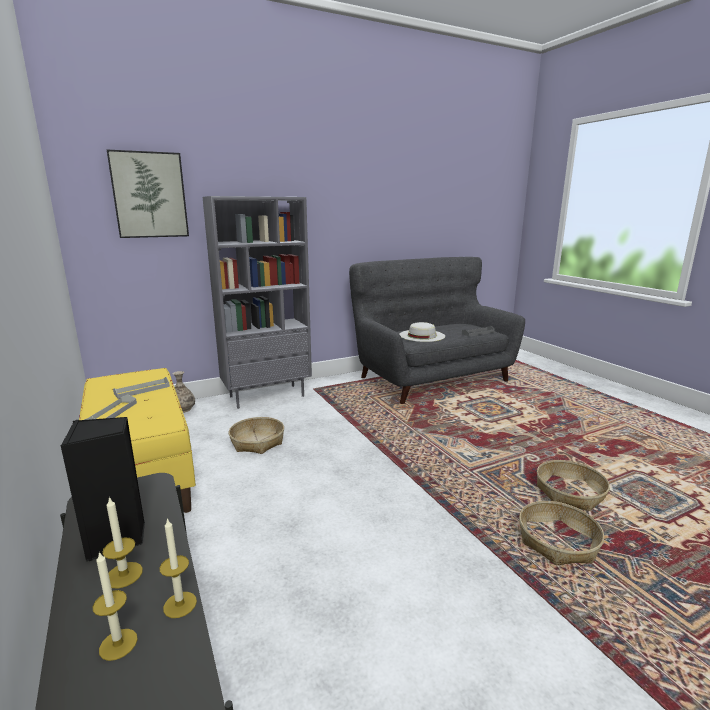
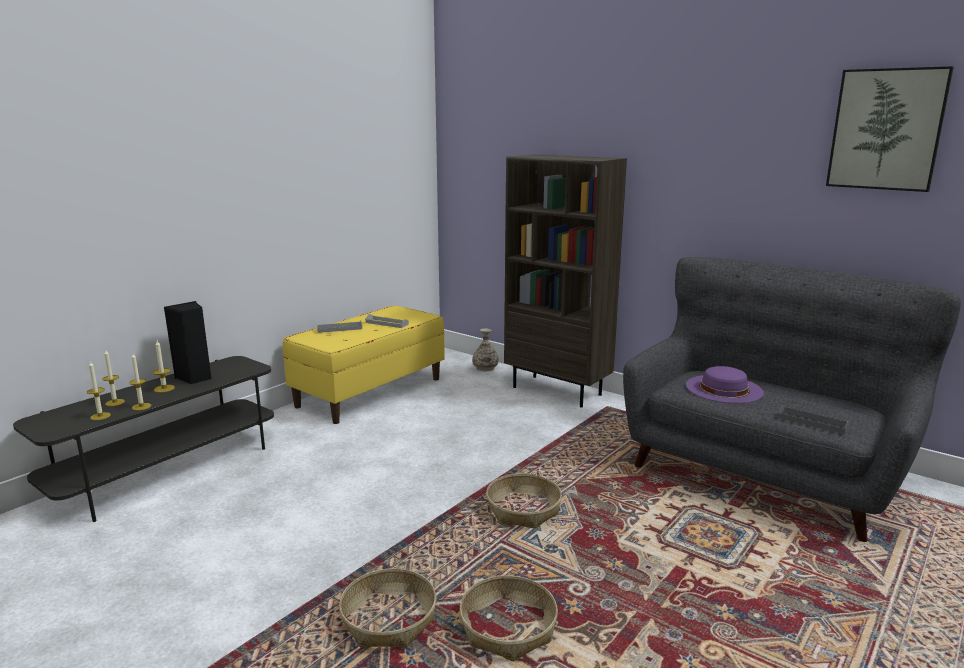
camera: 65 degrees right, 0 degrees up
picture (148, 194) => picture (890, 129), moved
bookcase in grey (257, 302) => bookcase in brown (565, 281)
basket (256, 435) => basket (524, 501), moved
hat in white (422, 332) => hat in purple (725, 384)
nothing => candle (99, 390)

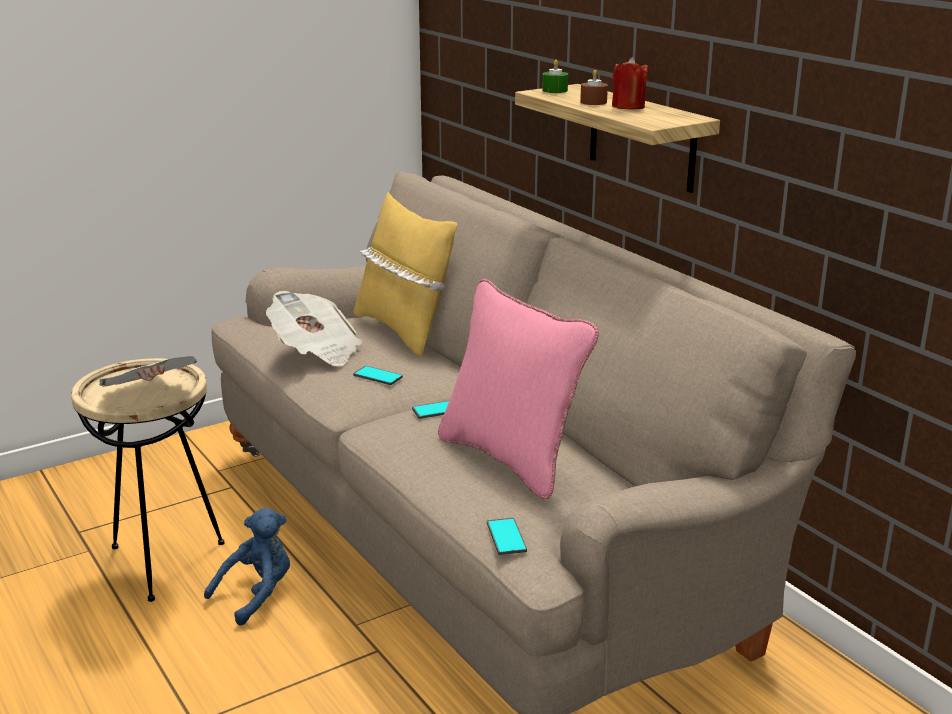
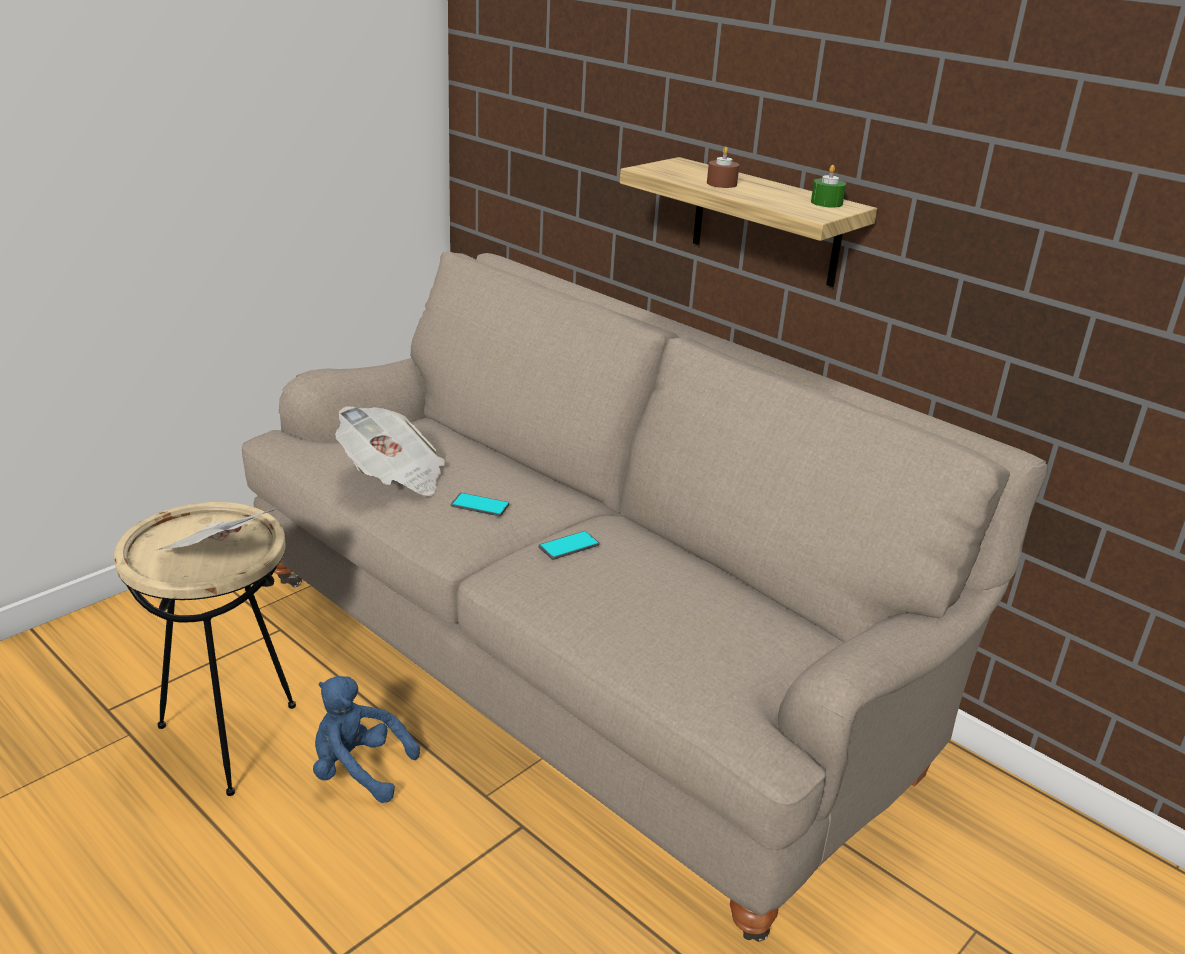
camera: 15 degrees left, 5 degrees up
plush toy in blue (247, 567) => plush toy in blue (366, 739), 105 degrees counterclockwise
pillow in yellow (405, 275) => nothing
pillow in pink (518, 389) => nothing
phone (507, 536) => nothing
candle in green (555, 76) => candle in green (828, 186), moved
candle in red (630, 83) => nothing

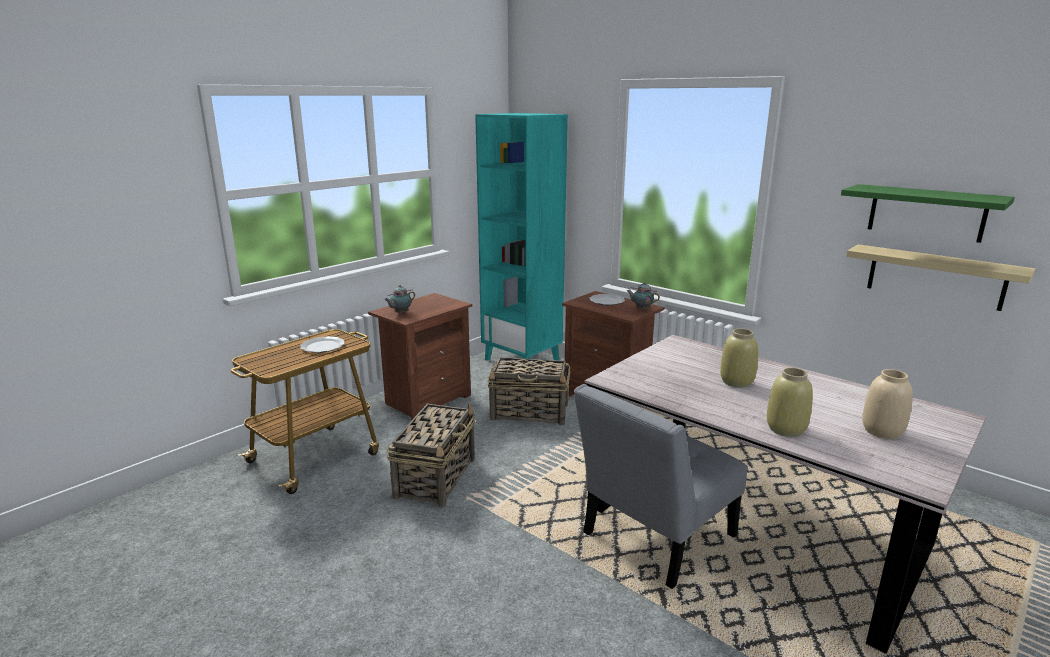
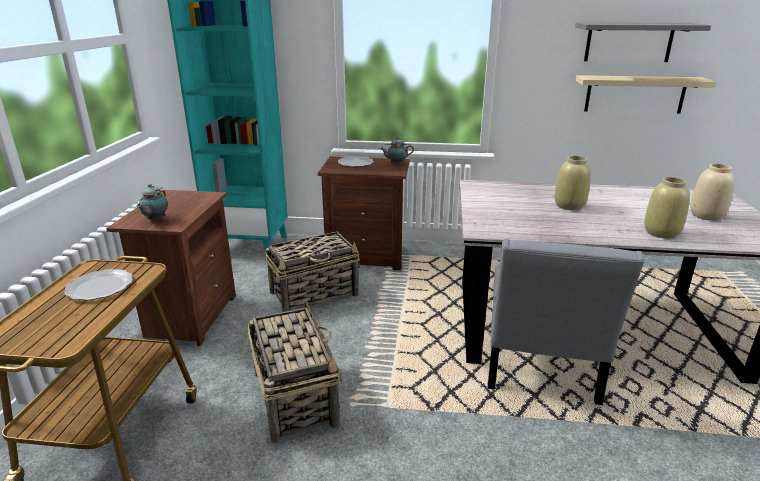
camera: 35 degrees left, 5 degrees up
shelf in green (928, 213) => shelf in grey (643, 42)

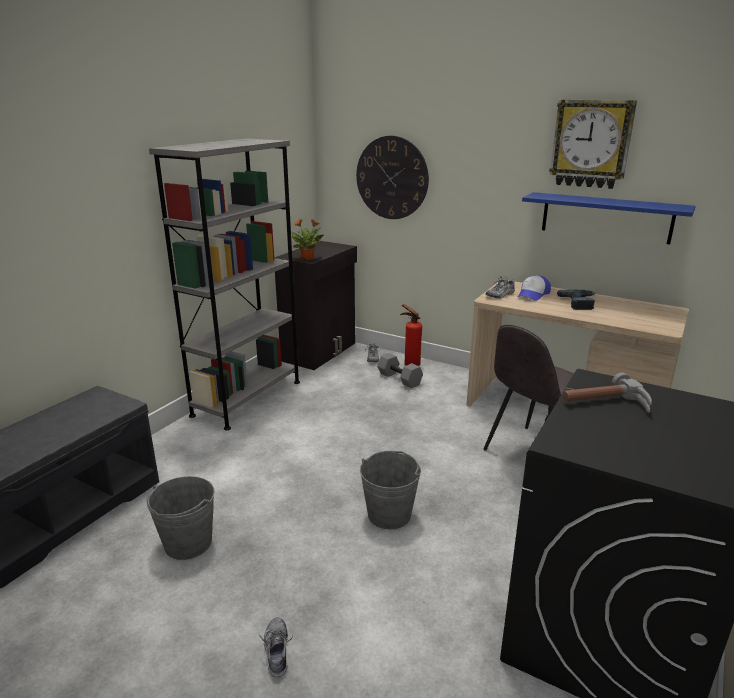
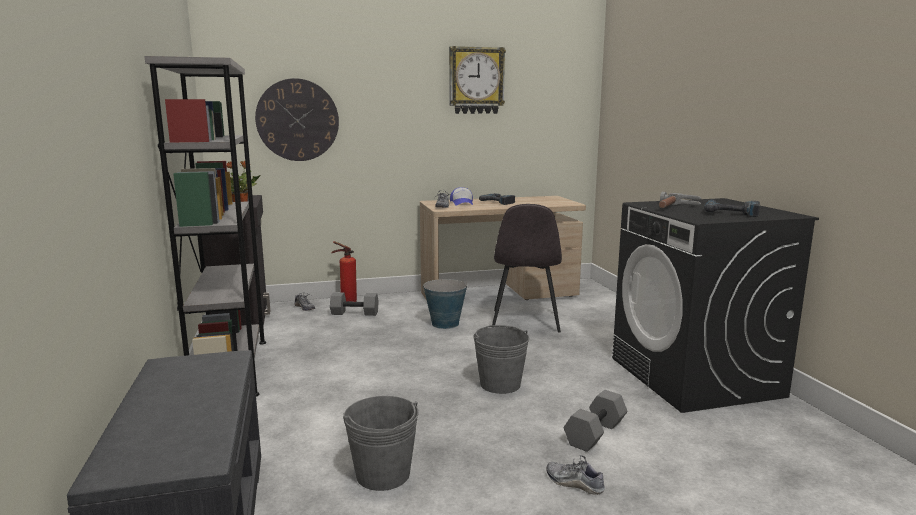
camera: 45 degrees left, 10 degrees down
shelf in blue (609, 218) => nothing
nothing => bucket (444, 304)
nothing => dumbbell in grey (595, 421)
nothing => power drill (732, 208)

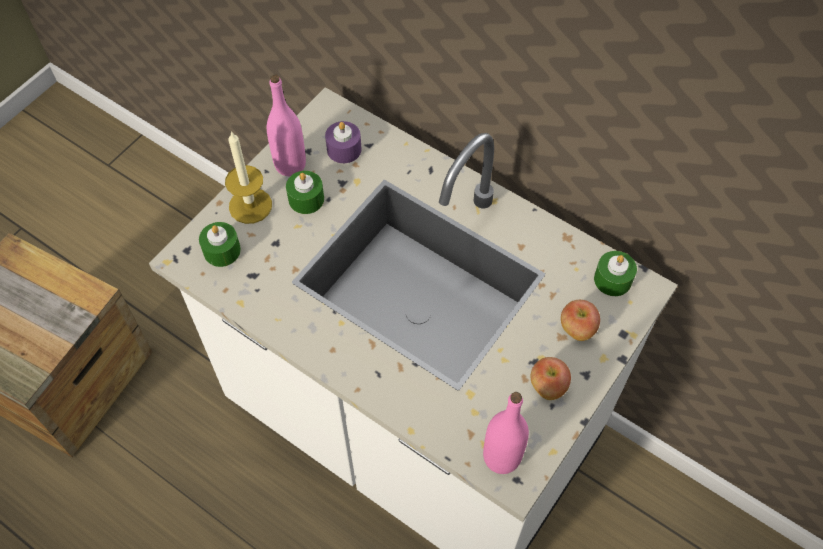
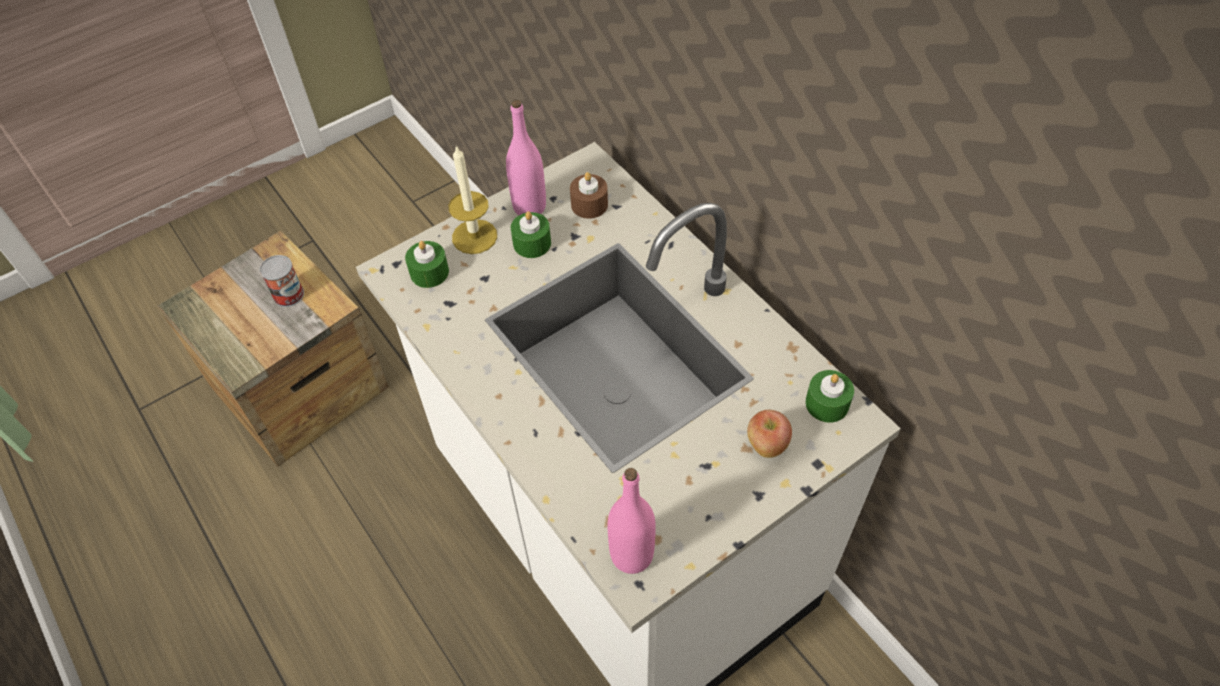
camera: 20 degrees right, 5 degrees down
candle in purple (343, 142) => candle in brown (589, 195)
apple (551, 378) => nothing
nothing => can (281, 281)

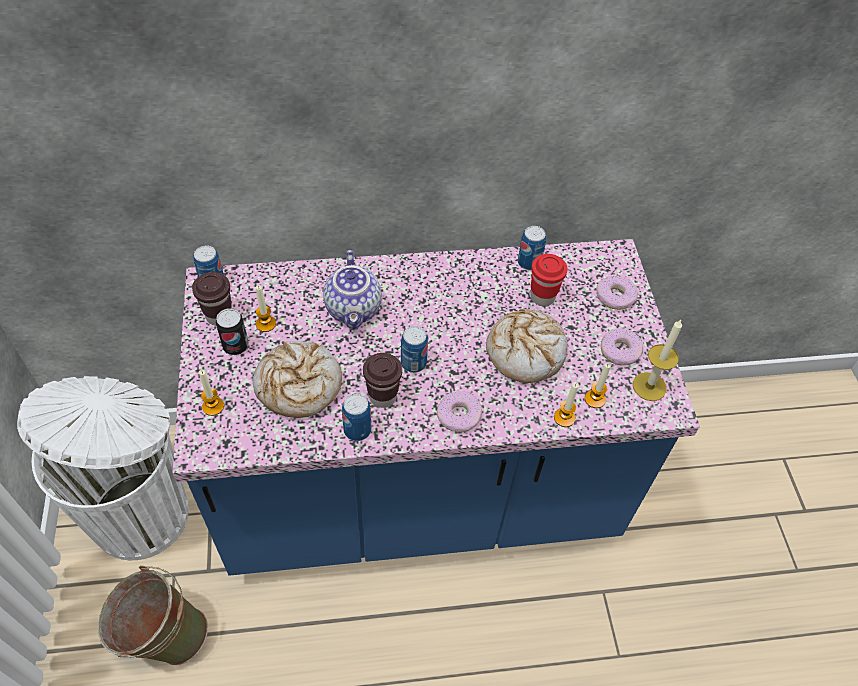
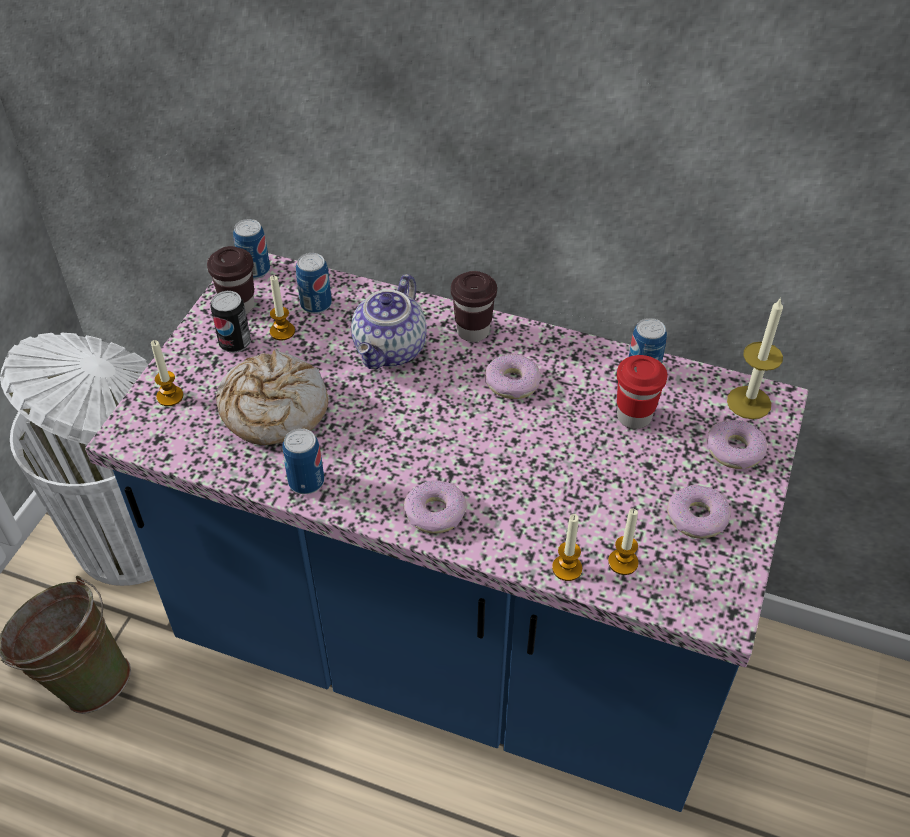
camera: 30 degrees right, 5 degrees down
cup in brown (382, 380) => cup in brown (474, 306), moved
can (414, 349) => can (314, 283), moved
bread (527, 346) => nothing
candle (657, 360) => candle (755, 358), moved
nothing => donut (513, 376)

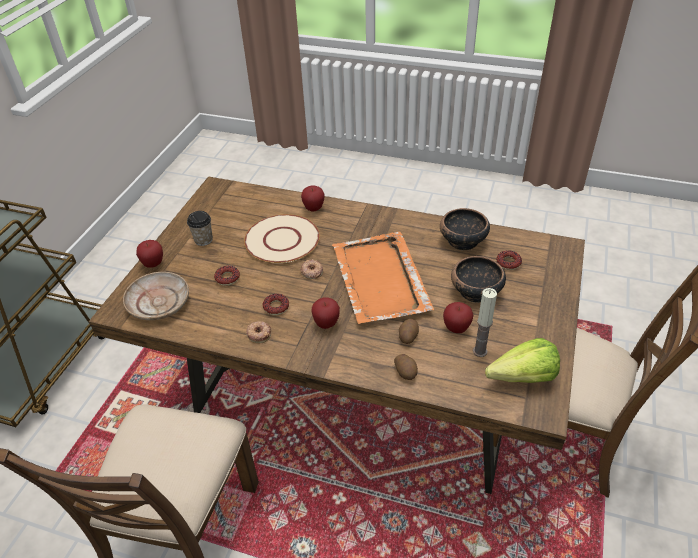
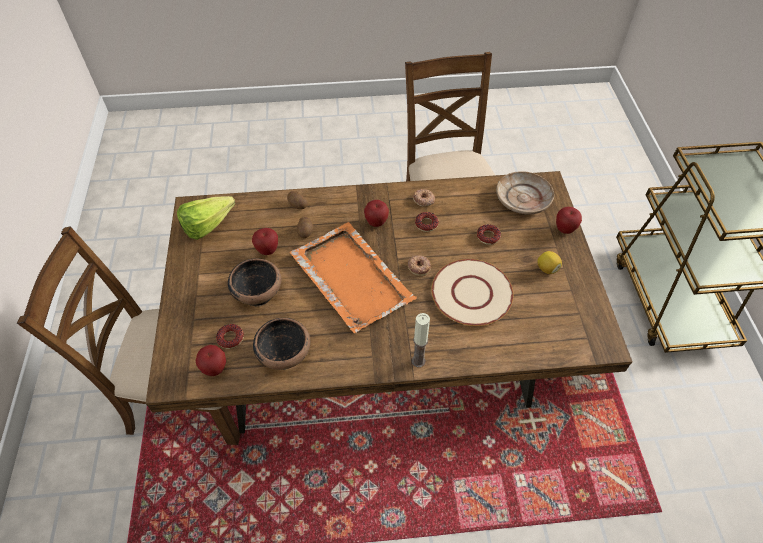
camera: 155 degrees right, 10 degrees up
cup (200, 228) => lemon (549, 262)
apple (313, 198) => apple (211, 360), moved
candle (485, 322) => candle (421, 340), moved

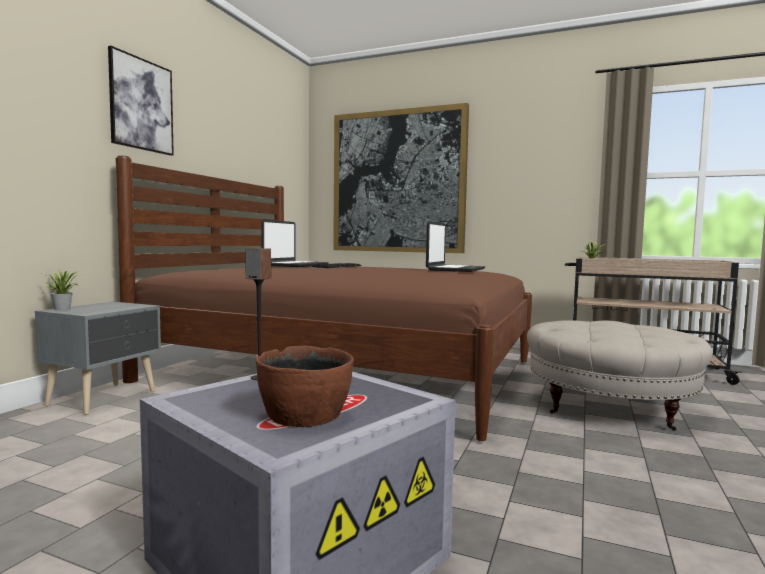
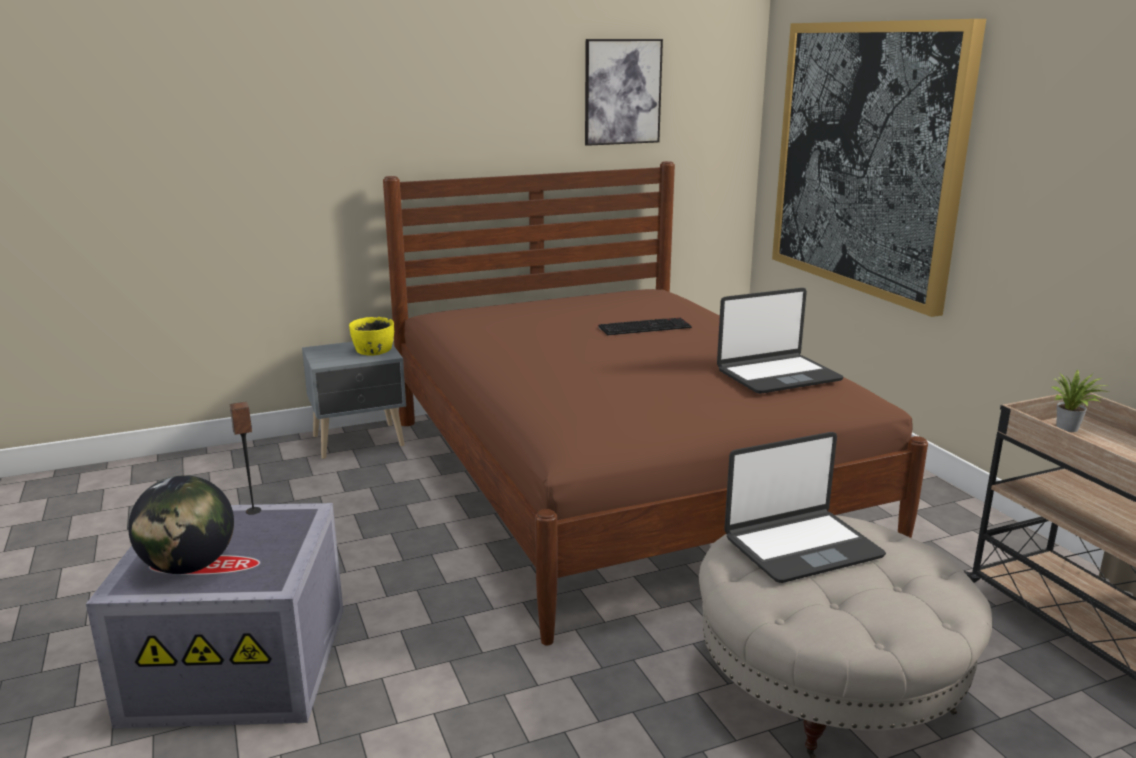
camera: 45 degrees right, 15 degrees up
potted plant (60, 289) => nothing
picture (141, 101) => picture (624, 92), moved
bowl in brown (305, 386) => globe (181, 525)
laptop (295, 243) => laptop (805, 507), moved
nothing => bowl in yellow (371, 336)

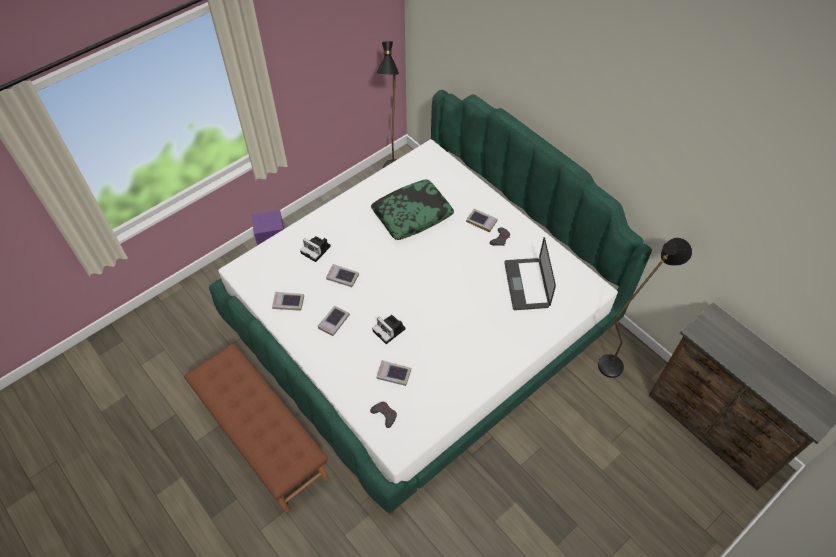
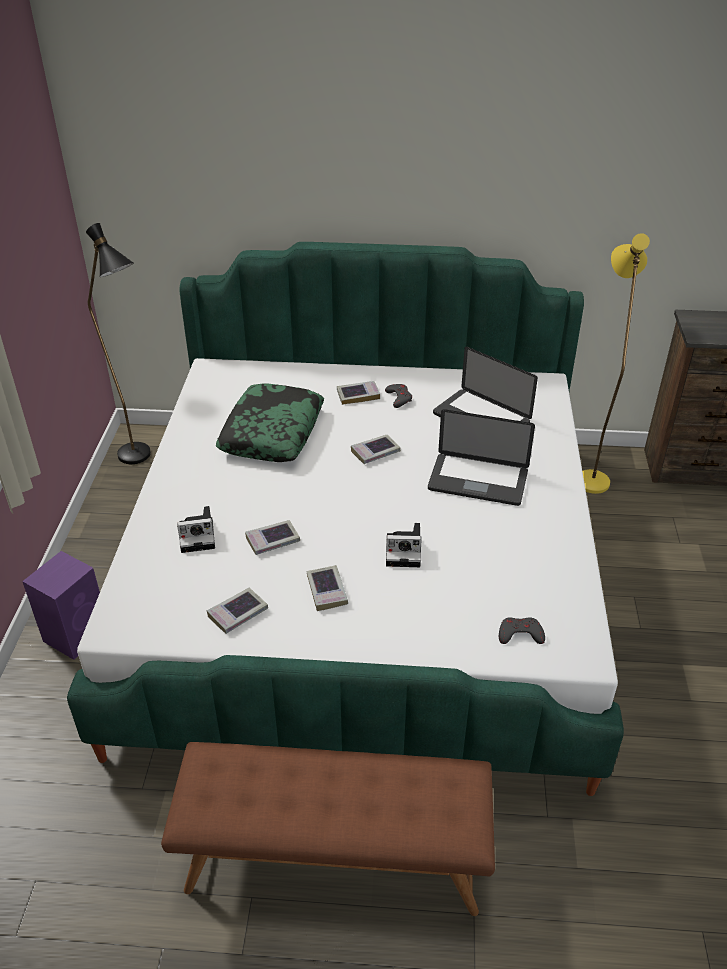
camera: 45 degrees left, 15 degrees down
book (393, 373) => book (376, 449), moved
floor lamp in black (645, 308) => floor lamp in yellow (616, 363)
nothing => laptop (481, 457)

